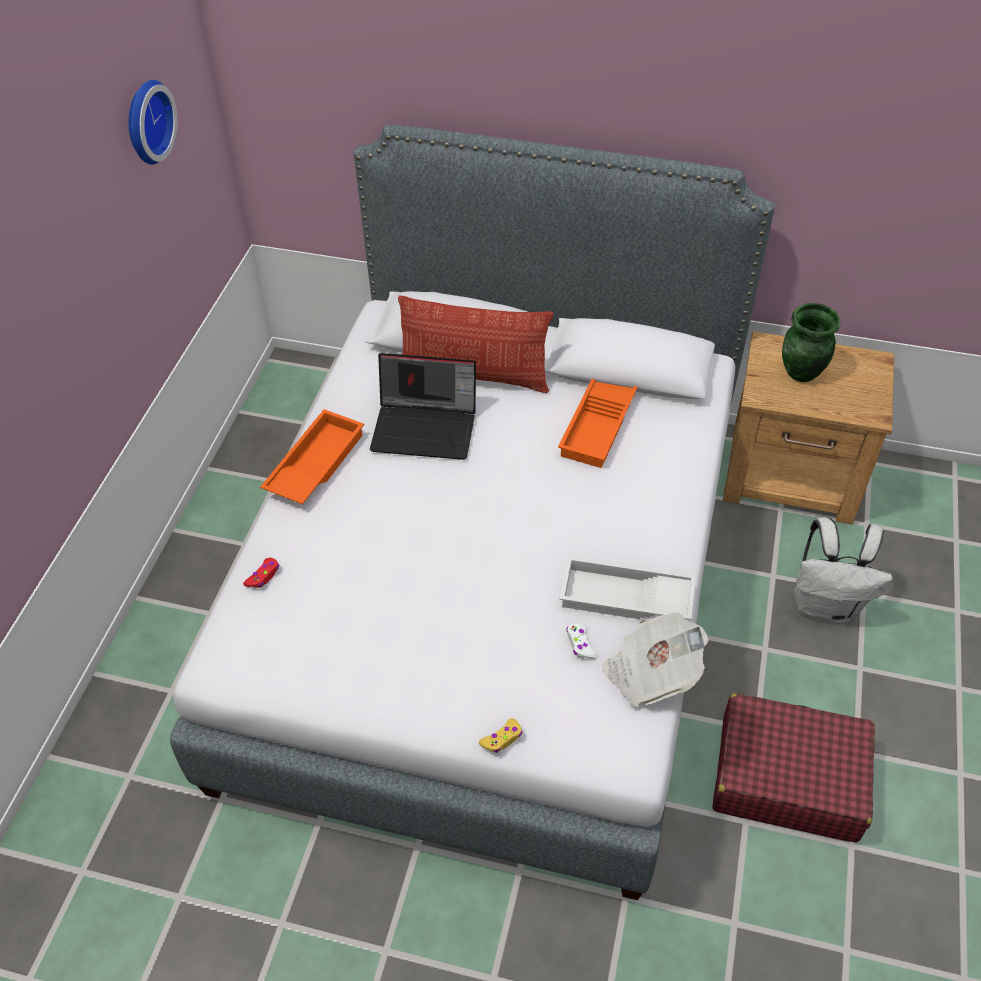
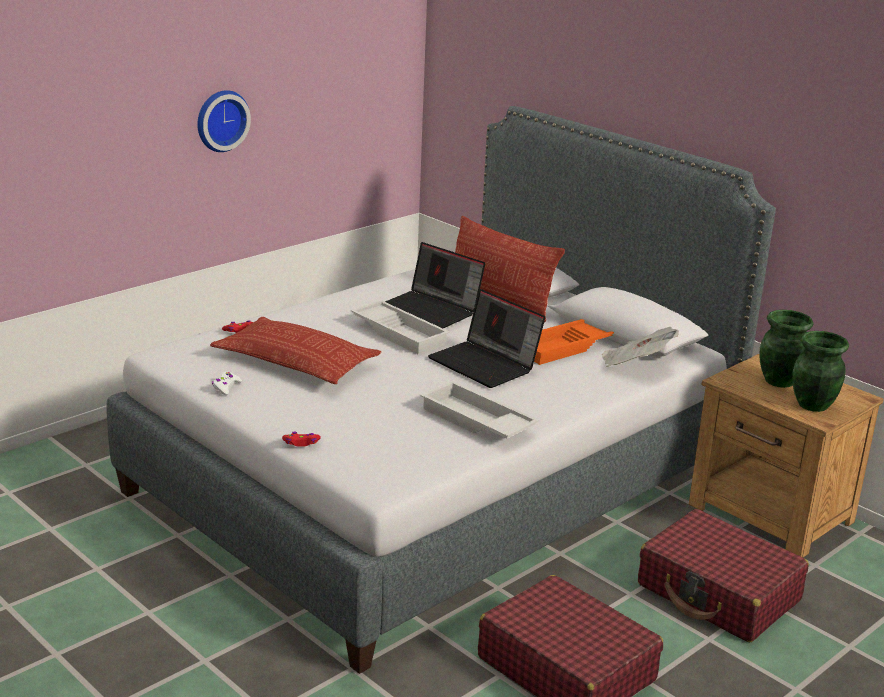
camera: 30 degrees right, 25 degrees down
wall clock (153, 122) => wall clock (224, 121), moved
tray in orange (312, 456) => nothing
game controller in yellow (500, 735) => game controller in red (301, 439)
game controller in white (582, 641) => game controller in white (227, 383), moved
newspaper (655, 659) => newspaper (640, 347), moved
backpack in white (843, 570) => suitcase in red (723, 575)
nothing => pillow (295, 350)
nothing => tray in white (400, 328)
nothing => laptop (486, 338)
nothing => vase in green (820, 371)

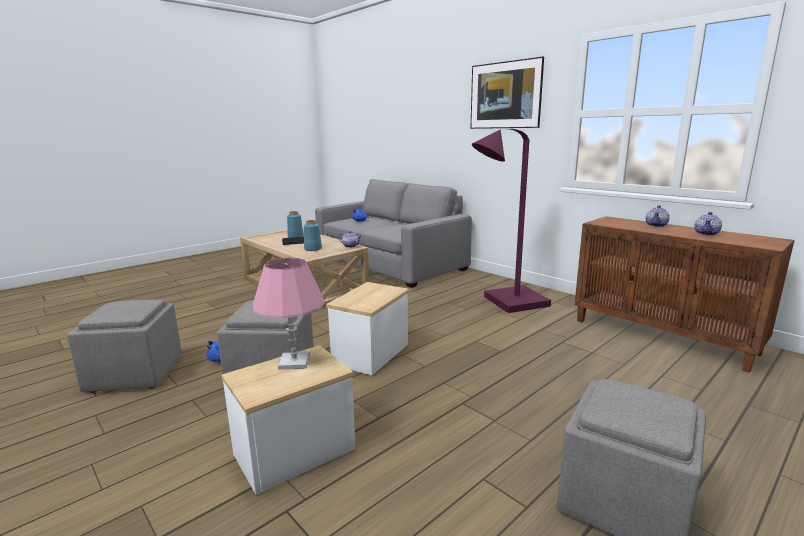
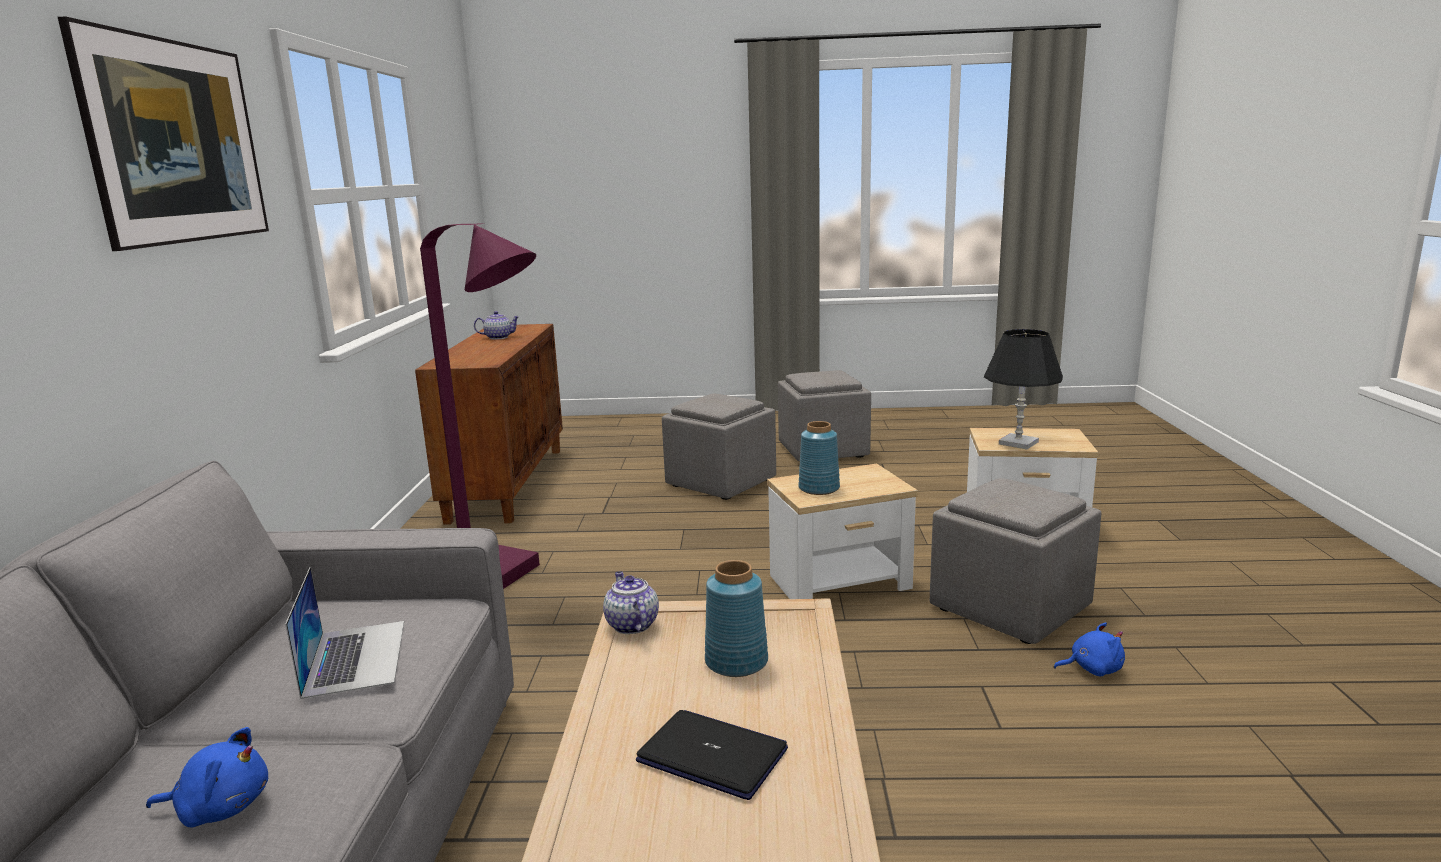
camera: 135 degrees left, 0 degrees up
ottoman in grey (124, 346) => ottoman in grey (719, 447), moved
table lamp in pink (289, 314) => table lamp in black (1023, 389)
vase in blue (295, 224) => vase in blue (819, 458), moved
teapot (658, 216) => nothing
nothing => laptop (344, 633)

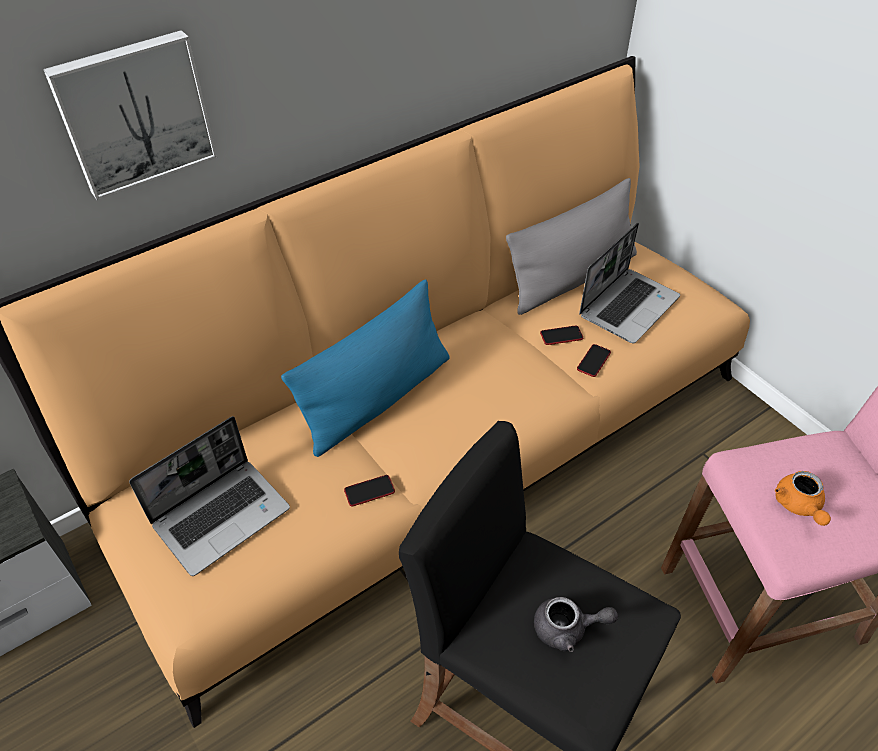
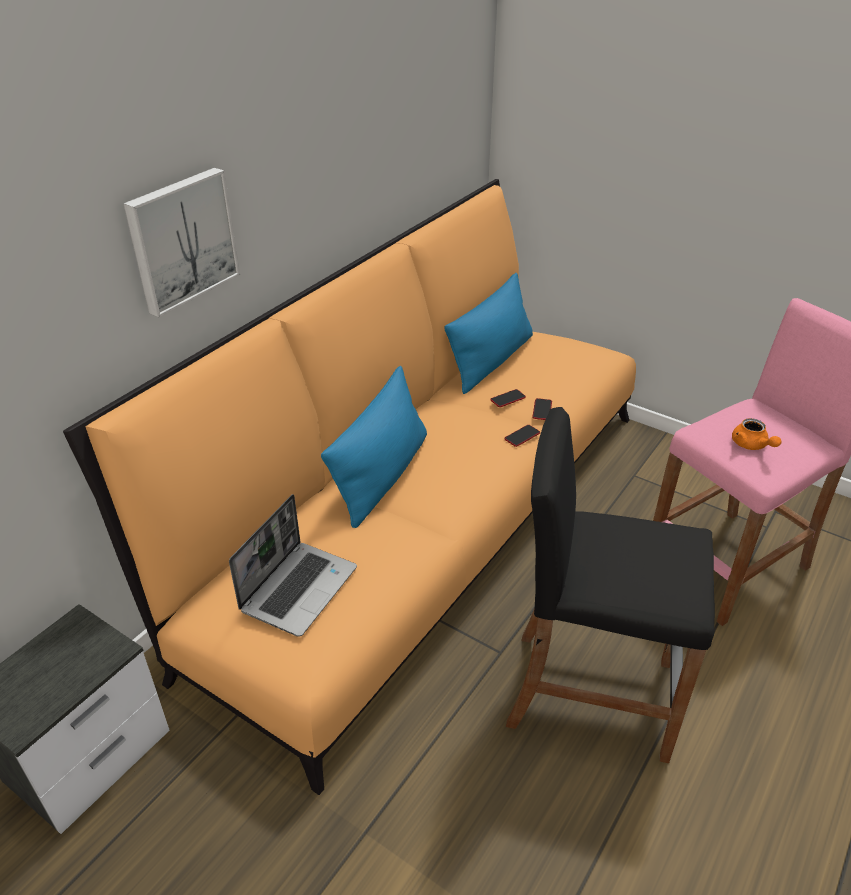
camera: 20 degrees left, 10 degrees down
phone (369, 490) => phone (522, 436), moved
pillow in grey (571, 246) => pillow in blue (488, 333)
teapot in grey (576, 624) => nothing
laptop (629, 283) => nothing

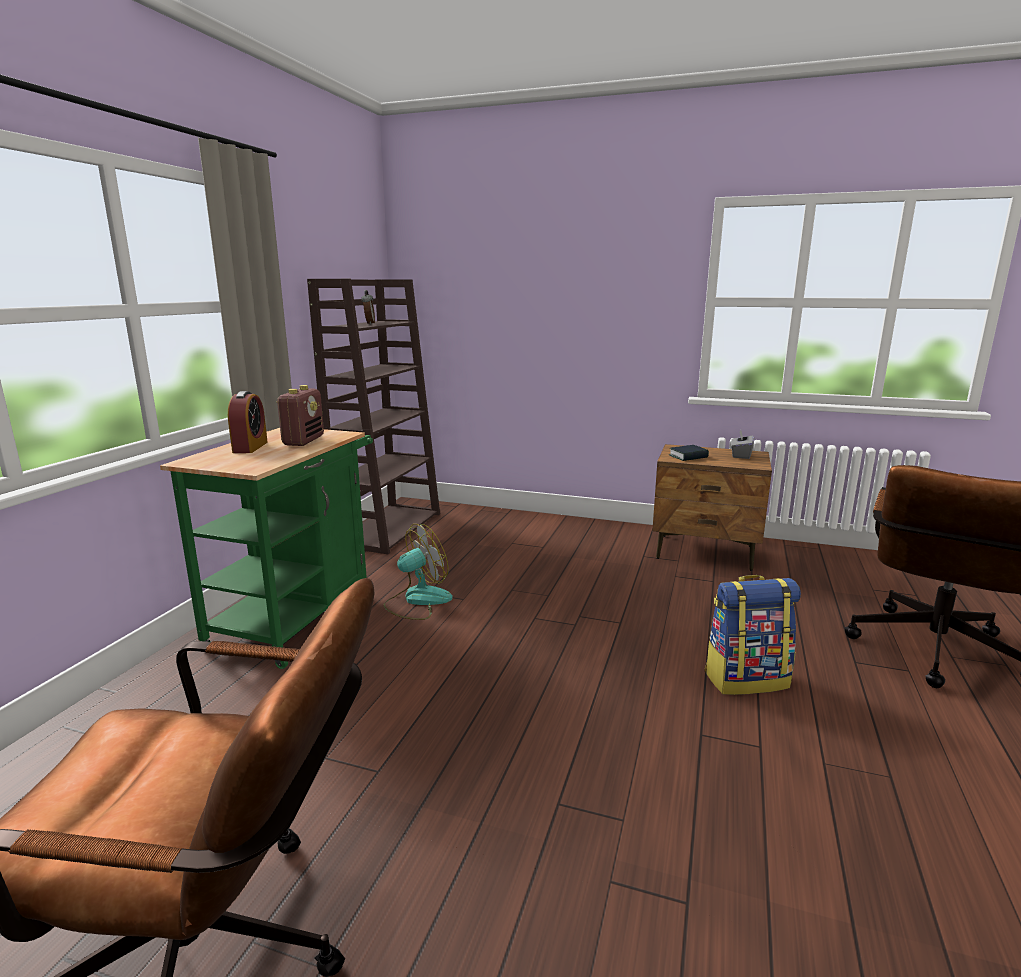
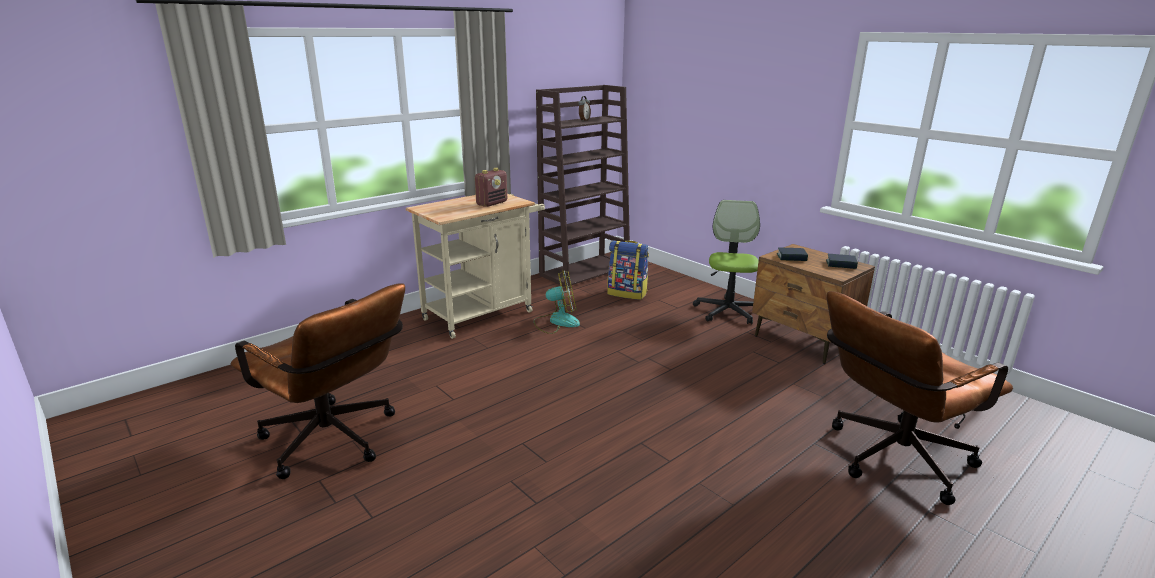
camera: 30 degrees right, 5 degrees up
cart in green (266, 548) => cart in beige (475, 266)
alarm clock (248, 422) => nothing
backpack (753, 635) => backpack (628, 270), moved
tissue box in grey (742, 444) => book (842, 261)
nothing => office chair (726, 262)

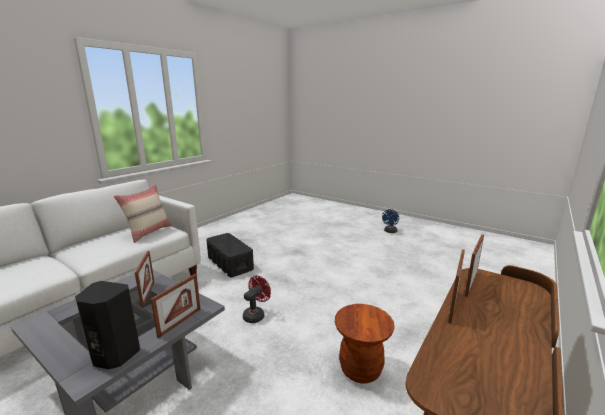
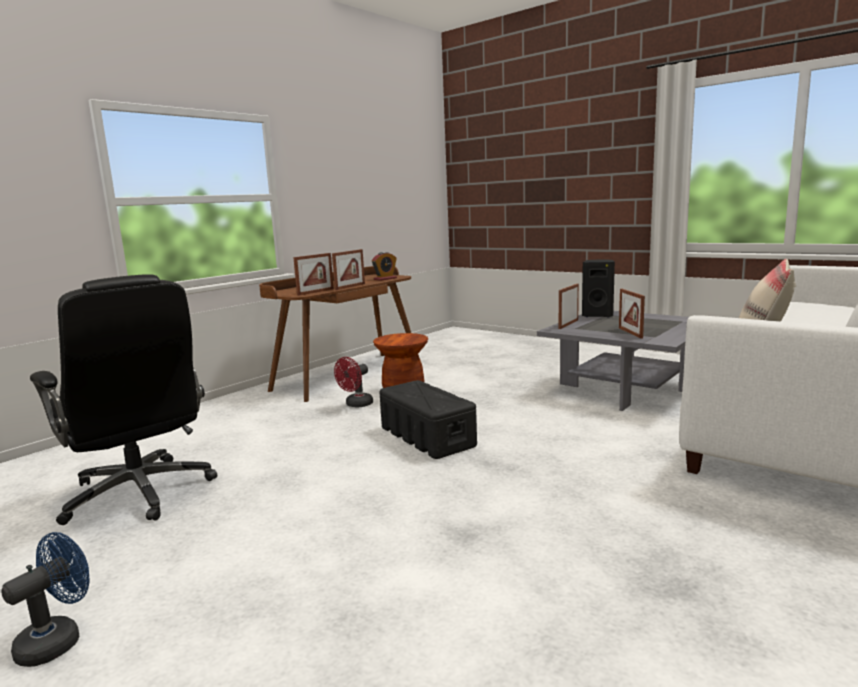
camera: 175 degrees left, 5 degrees down
storage box in black (230, 255) => storage box in black (428, 419), moved
fan in red (257, 299) => fan in red (353, 382), moved
nothing => office chair in black (123, 399)
nothing => alarm clock (384, 266)

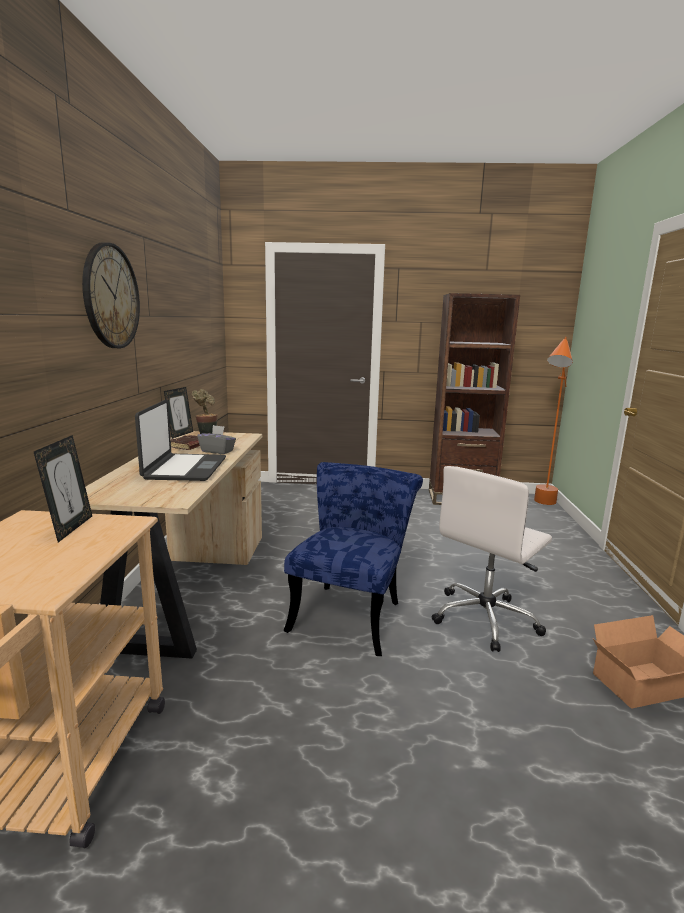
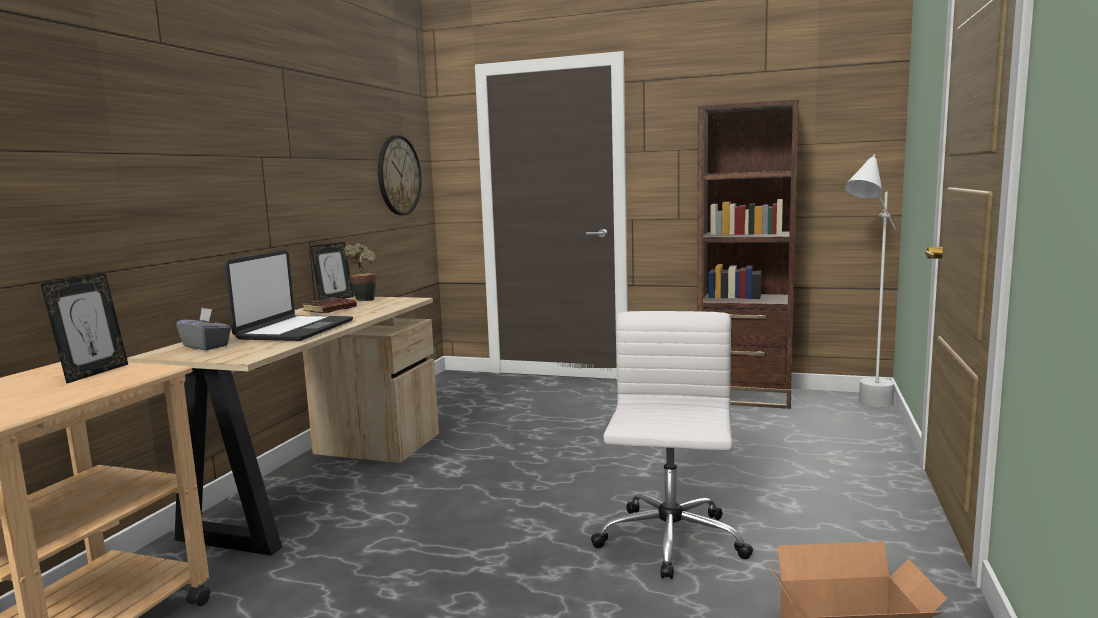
camera: 15 degrees right, 5 degrees down
wall clock (111, 295) => wall clock (400, 175), moved
tissue box in grey (216, 439) => tissue box in grey (203, 329), moved
chair in blue (353, 559) => nothing
office chair in white (492, 559) => office chair in white (672, 445), 135 degrees clockwise
floor lamp in orange (553, 421) => floor lamp in white (870, 281)

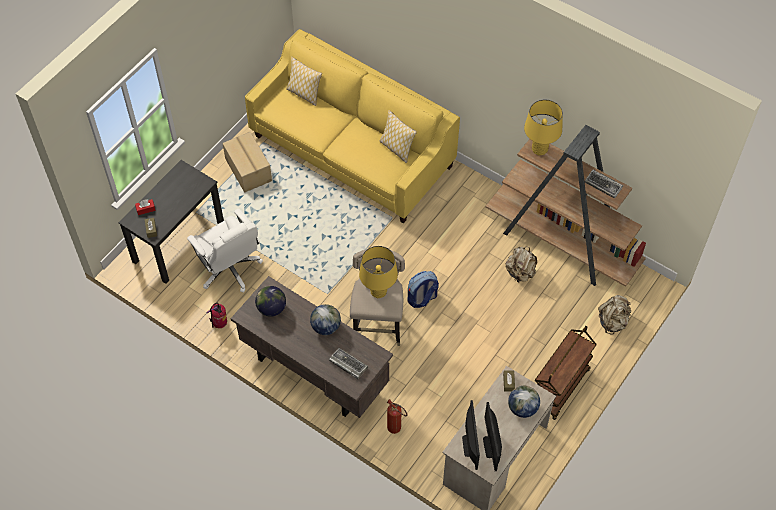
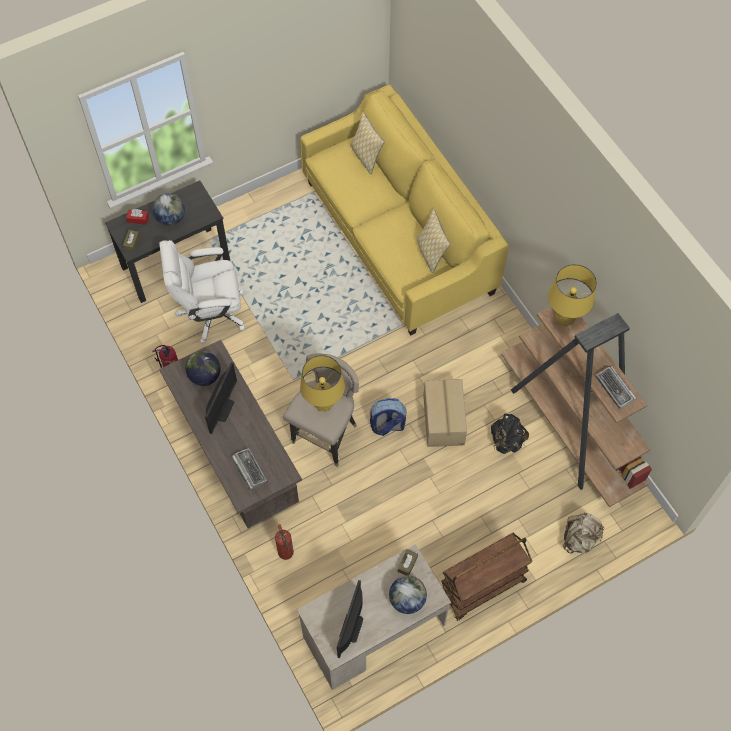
camera: 25 degrees right, 5 degrees up
office chair in white (225, 250) => office chair in white (201, 292), 90 degrees clockwise
cardboard box (247, 162) => cardboard box (445, 413), moved
globe (325, 319) => globe (168, 209), moved
monitor (471, 435) => monitor (221, 398), moved
backpack in beige (521, 265) => backpack in black (510, 434)

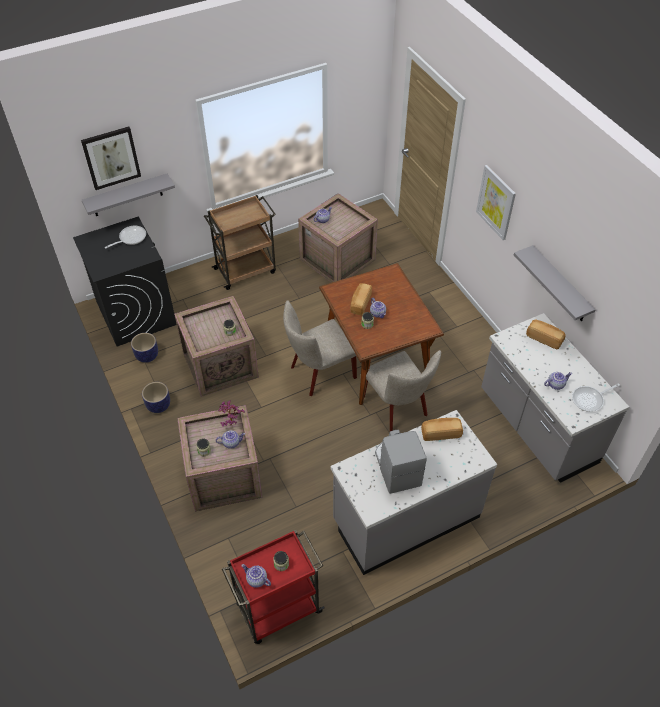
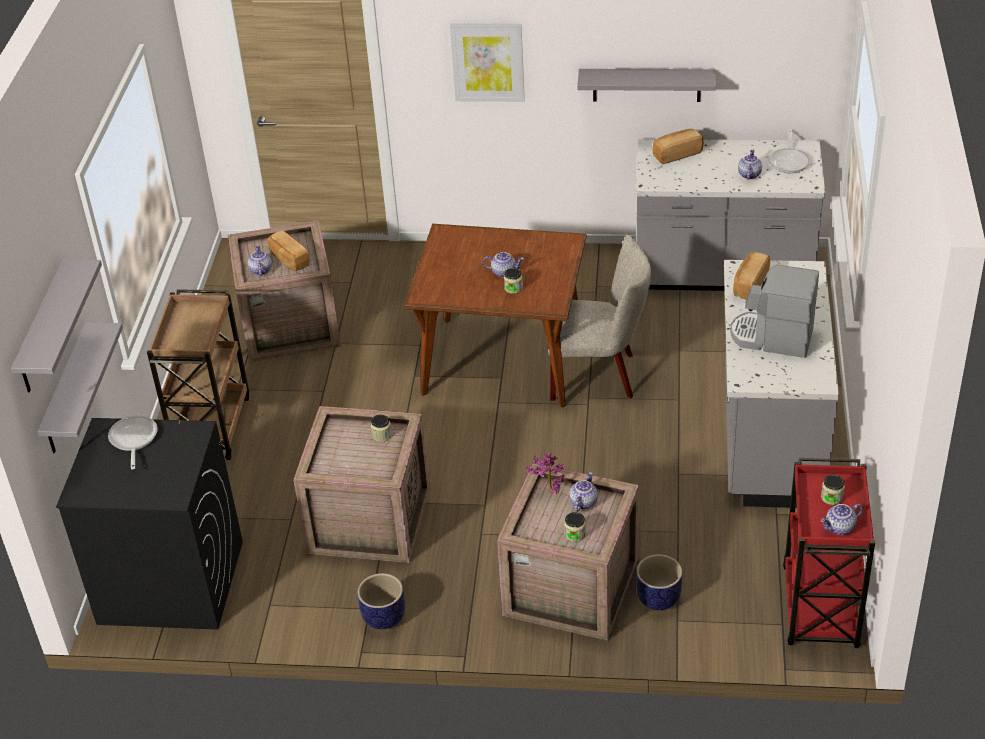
camera: 55 degrees left, 10 degrees down
picture (111, 158) => shelf in grey (56, 325)
planter (144, 348) => planter (659, 582), moved
chair in beige (320, 348) => nothing
bread (361, 299) => bread (289, 250), moved

